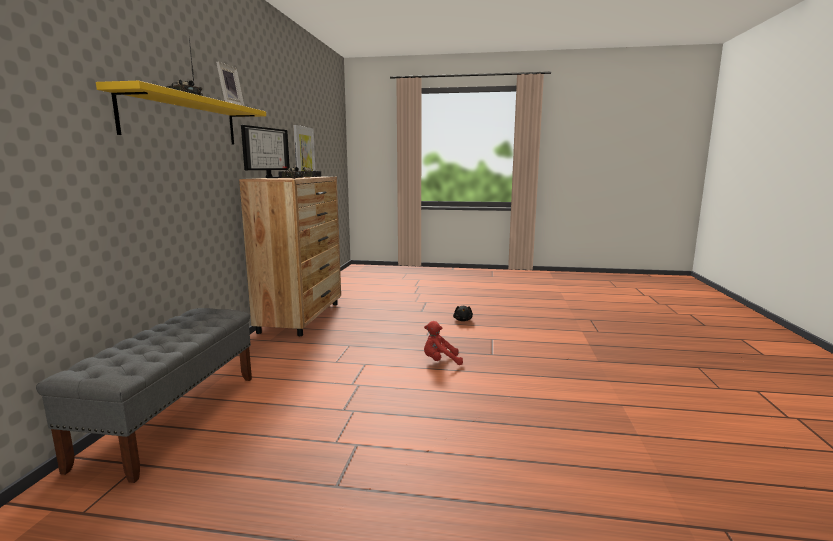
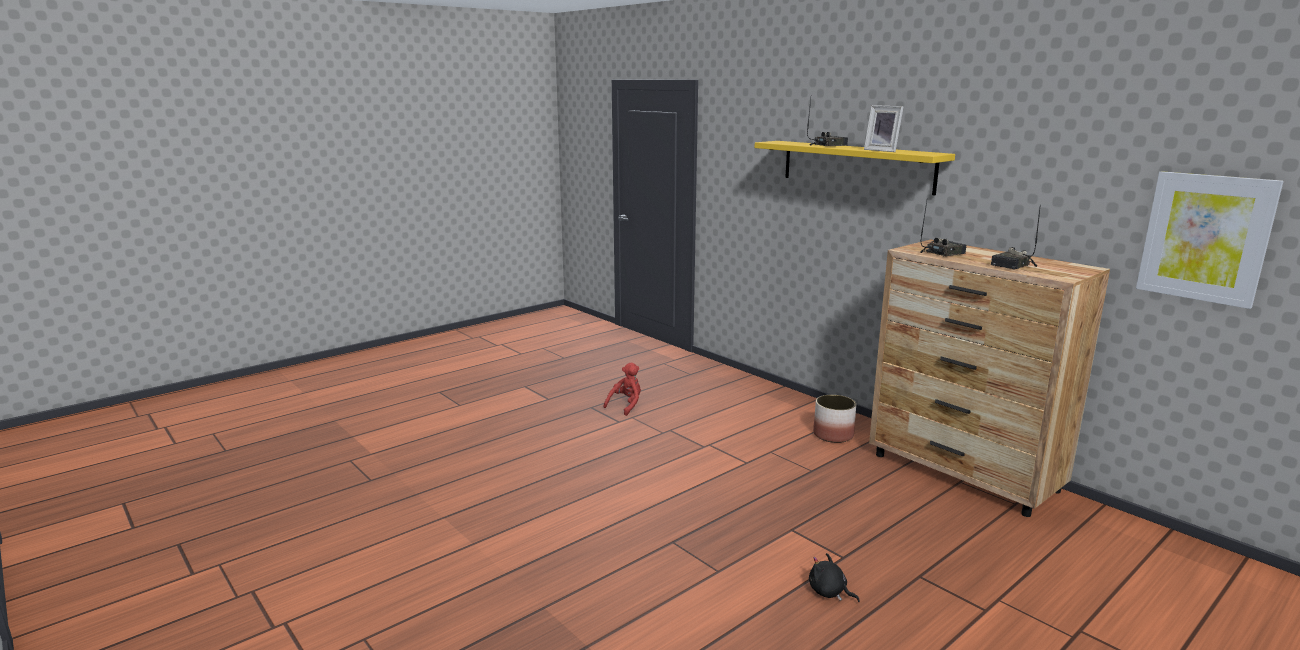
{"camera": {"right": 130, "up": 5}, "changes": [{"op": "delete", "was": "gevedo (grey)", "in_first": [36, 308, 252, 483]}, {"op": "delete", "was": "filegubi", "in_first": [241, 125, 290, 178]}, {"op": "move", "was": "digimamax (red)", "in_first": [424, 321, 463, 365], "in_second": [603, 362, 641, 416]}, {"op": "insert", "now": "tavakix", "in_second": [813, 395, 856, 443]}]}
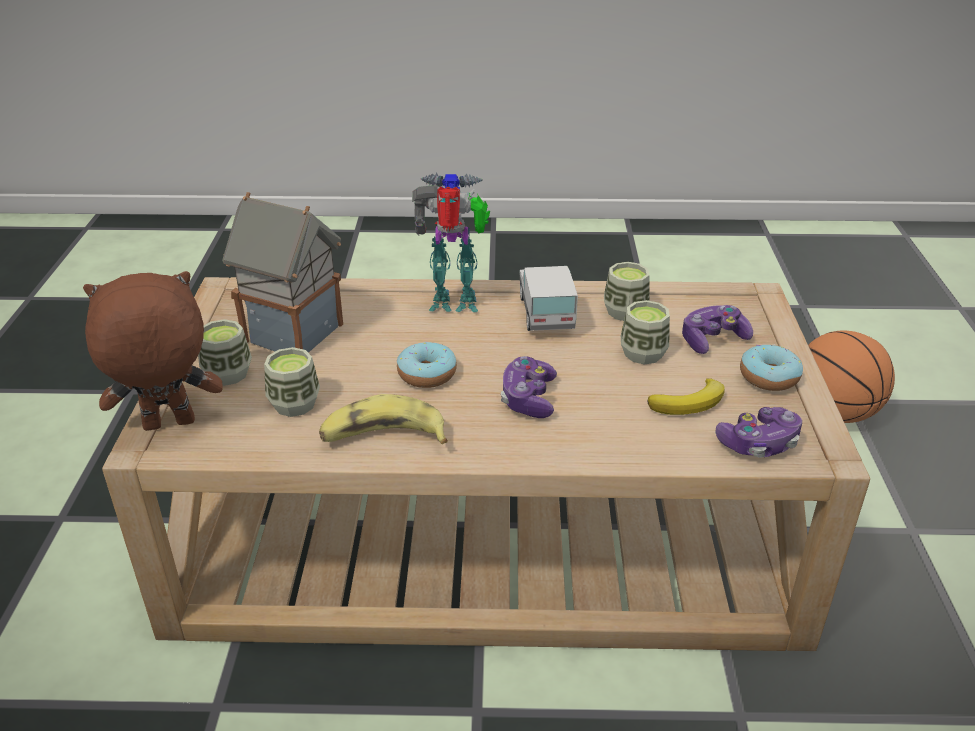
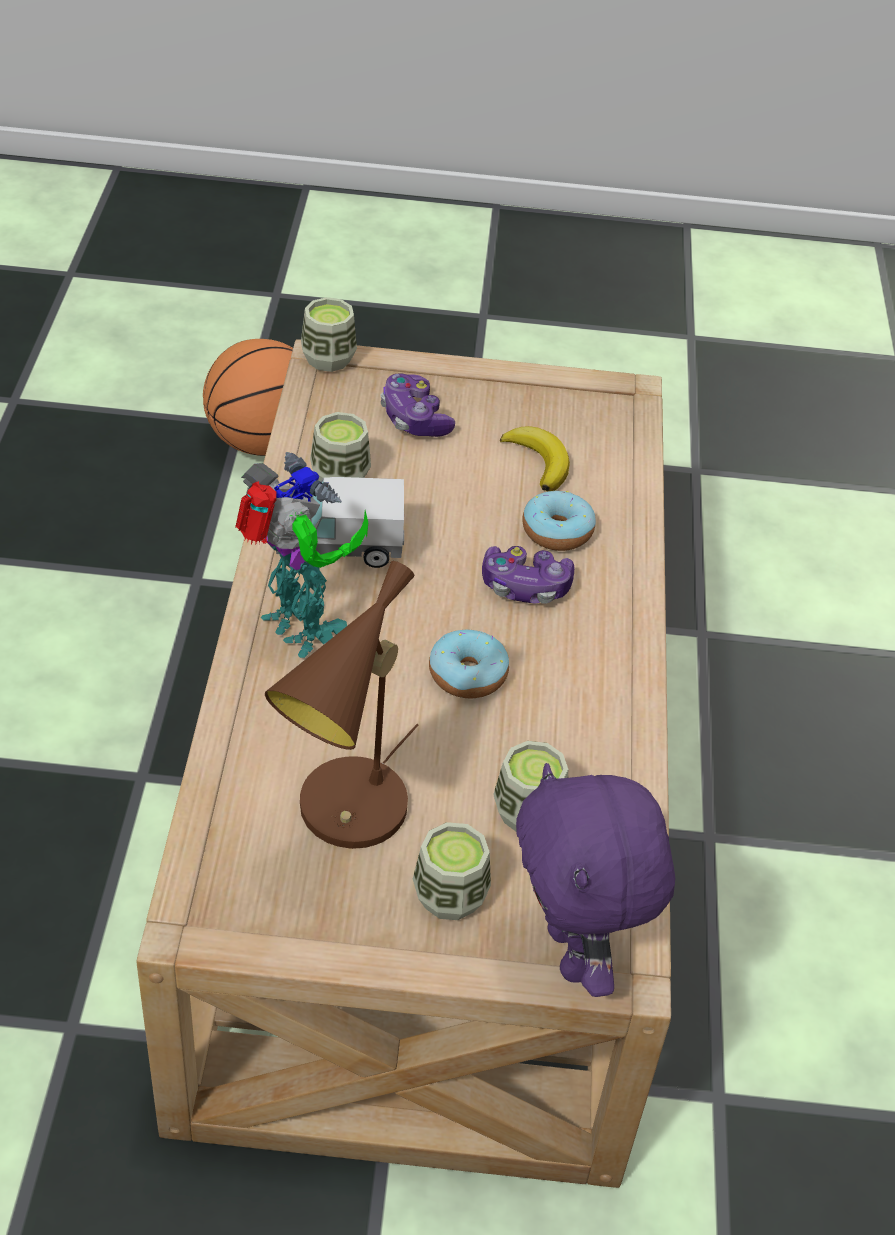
{"camera": {"right": -90, "up": 10}, "changes": [{"op": "recolor", "was": "digimamax (brown)", "now": "digimamax (purple)", "in_first": [83, 271, 223, 431], "in_second": [516, 763, 675, 997]}, {"op": "replace", "was": "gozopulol", "now": "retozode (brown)", "in_first": [222, 192, 343, 353], "in_second": [265, 561, 418, 849]}, {"op": "delete", "was": "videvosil", "in_first": [319, 394, 448, 444]}, {"op": "rotate", "was": "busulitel", "in_first": [412, 173, 490, 312], "in_second": [235, 452, 368, 658], "clockwise": 135}, {"op": "move", "was": "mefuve", "in_first": [621, 300, 670, 364], "in_second": [301, 297, 357, 372]}, {"op": "delete", "was": "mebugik", "in_first": [715, 407, 802, 458]}, {"op": "move", "was": "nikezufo", "in_first": [740, 344, 803, 391], "in_second": [522, 491, 596, 551]}]}
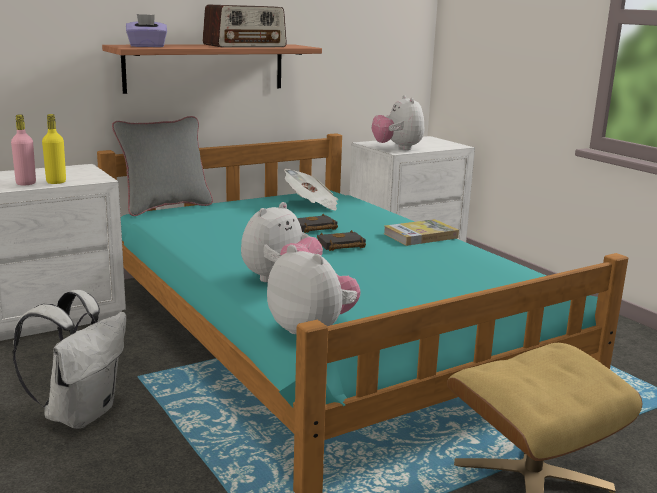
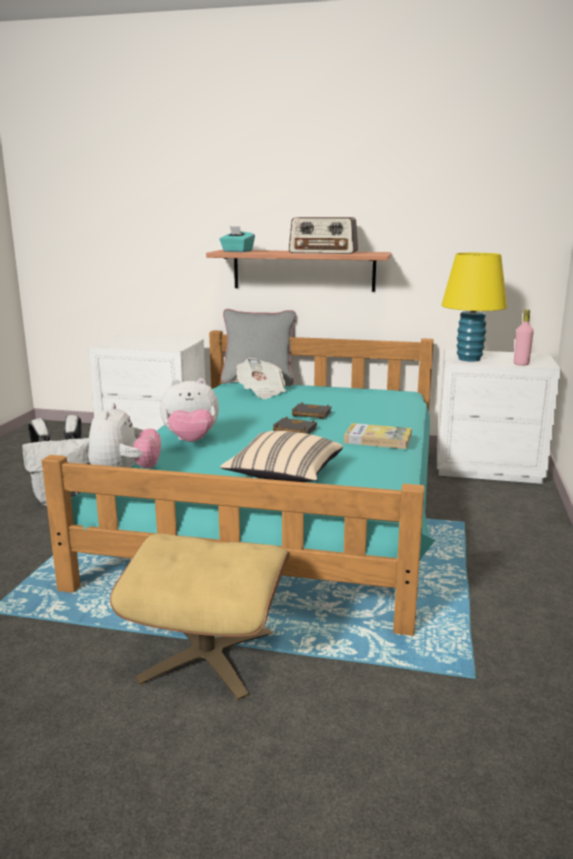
{"camera": {"right": 45, "up": 0}, "changes": [{"op": "move", "was": "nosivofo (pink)", "in_first": [11, 115, 36, 185], "in_second": [514, 309, 534, 366]}, {"op": "delete", "was": "nosivofo (yellow)", "in_first": [42, 114, 66, 184]}, {"op": "recolor", "was": "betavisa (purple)", "now": "betavisa (turquoise)", "in_first": [126, 14, 167, 47], "in_second": [219, 226, 255, 252]}, {"op": "move", "was": "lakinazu", "in_first": [284, 169, 338, 211], "in_second": [236, 358, 286, 399]}, {"op": "replace", "was": "digimamax", "now": "retozode (yellow)", "in_first": [372, 95, 424, 150], "in_second": [441, 253, 507, 362]}, {"op": "insert", "now": "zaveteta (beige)", "in_second": [220, 431, 343, 482]}]}
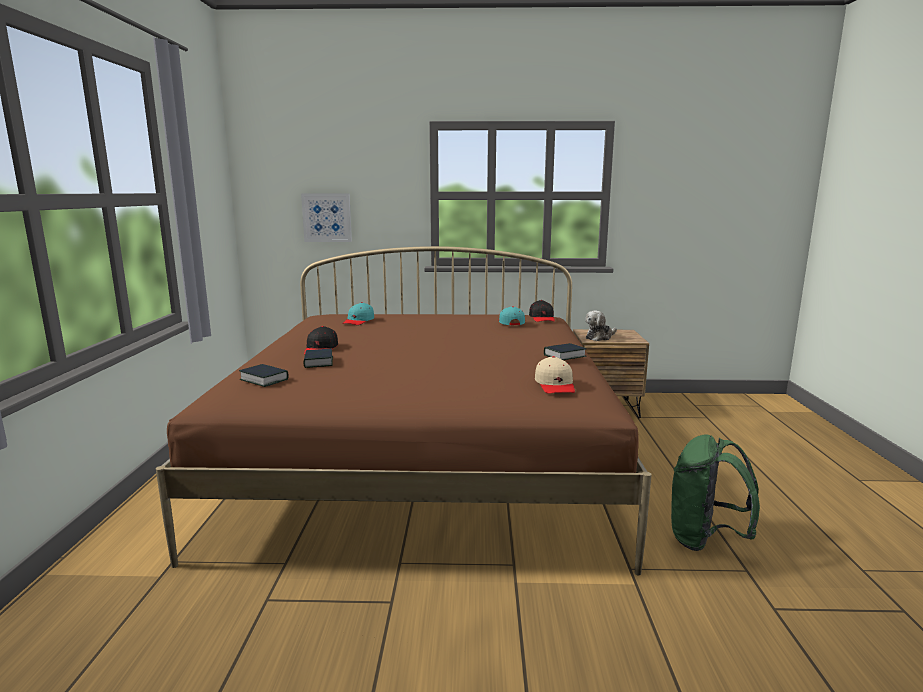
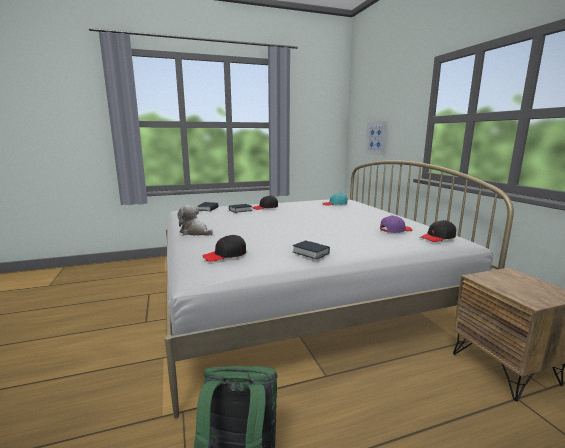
{"camera": {"right": 70, "up": 0}, "changes": [{"op": "recolor", "was": "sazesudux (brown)", "now": "sazesudux (white)", "in_first": [156, 246, 652, 576], "in_second": [165, 160, 514, 418]}, {"op": "recolor", "was": "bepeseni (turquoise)", "now": "bepeseni (purple)", "in_first": [499, 307, 525, 325], "in_second": [380, 215, 413, 233]}, {"op": "recolor", "was": "bepeseni (beige)", "now": "bepeseni (black)", "in_first": [535, 356, 575, 394], "in_second": [203, 235, 246, 262]}, {"op": "move", "was": "digimamax", "in_first": [585, 310, 617, 341], "in_second": [177, 205, 213, 236]}]}
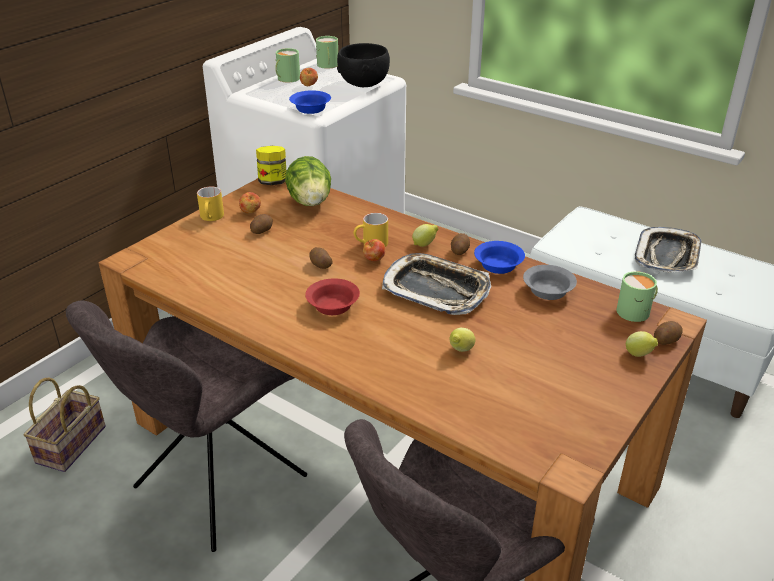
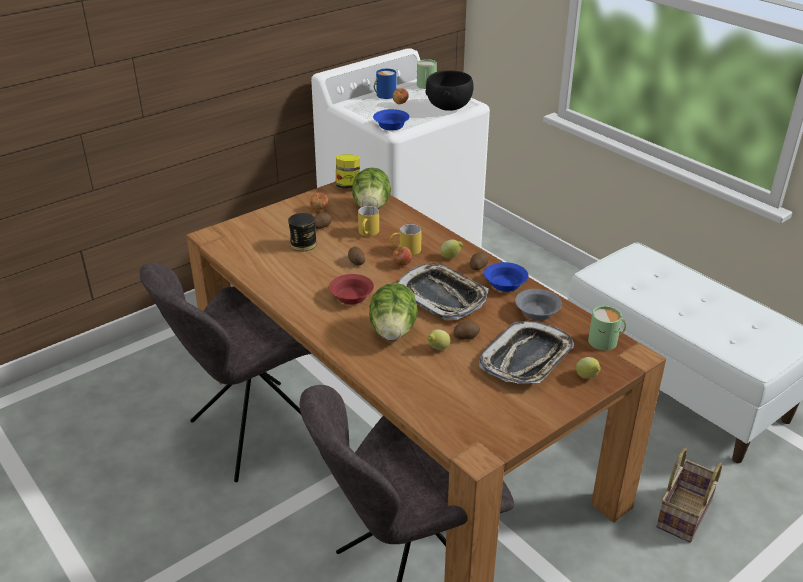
{"camera": {"right": 15, "up": 0}, "changes": [{"op": "move", "was": "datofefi", "in_first": [24, 378, 106, 472], "in_second": [656, 448, 722, 543]}, {"op": "move", "was": "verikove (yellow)", "in_first": [197, 187, 224, 221], "in_second": [358, 206, 379, 236]}, {"op": "recolor", "was": "verikove (green)", "now": "verikove (blue)", "in_first": [275, 48, 300, 83], "in_second": [374, 69, 397, 99]}, {"op": "move", "was": "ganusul", "in_first": [635, 227, 702, 273], "in_second": [479, 321, 574, 383]}, {"op": "move", "was": "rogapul", "in_first": [654, 321, 683, 345], "in_second": [453, 321, 480, 340]}, {"op": "insert", "now": "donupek", "in_second": [288, 213, 317, 251]}, {"op": "insert", "now": "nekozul", "in_second": [369, 283, 418, 341]}]}
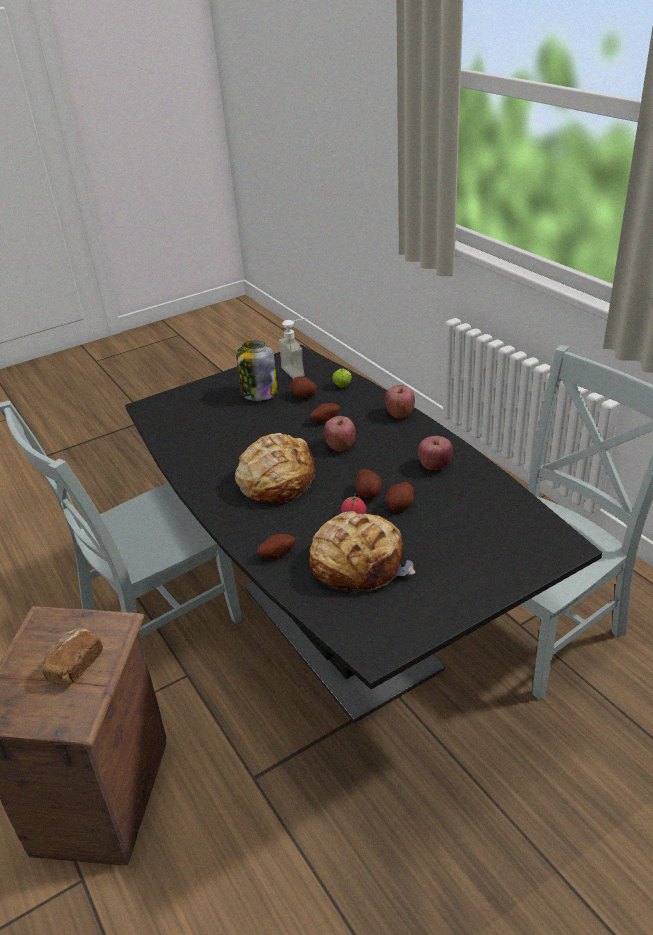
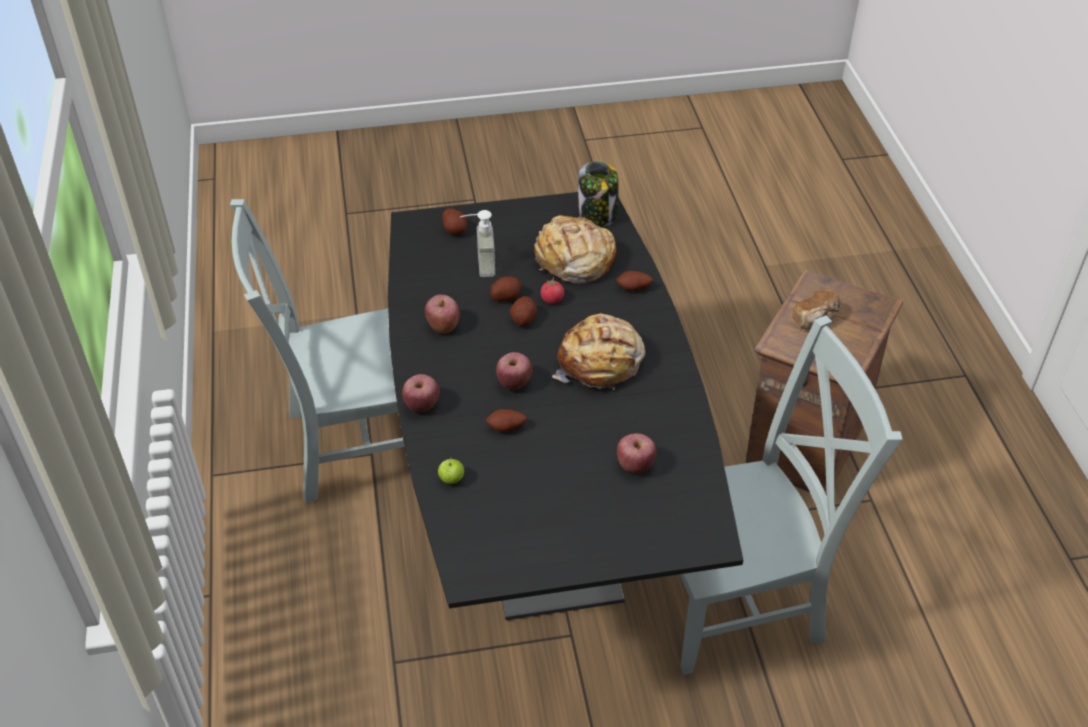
{"camera": {"right": -160, "up": 10}, "changes": [{"op": "move", "was": "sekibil", "in_first": [236, 340, 277, 401], "in_second": [578, 160, 619, 227]}, {"op": "move", "was": "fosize", "in_first": [278, 318, 306, 379], "in_second": [460, 210, 495, 277]}, {"op": "move", "was": "rogapul", "in_first": [290, 377, 317, 398], "in_second": [442, 208, 467, 234]}, {"op": "insert", "now": "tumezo", "in_second": [617, 433, 657, 473]}]}
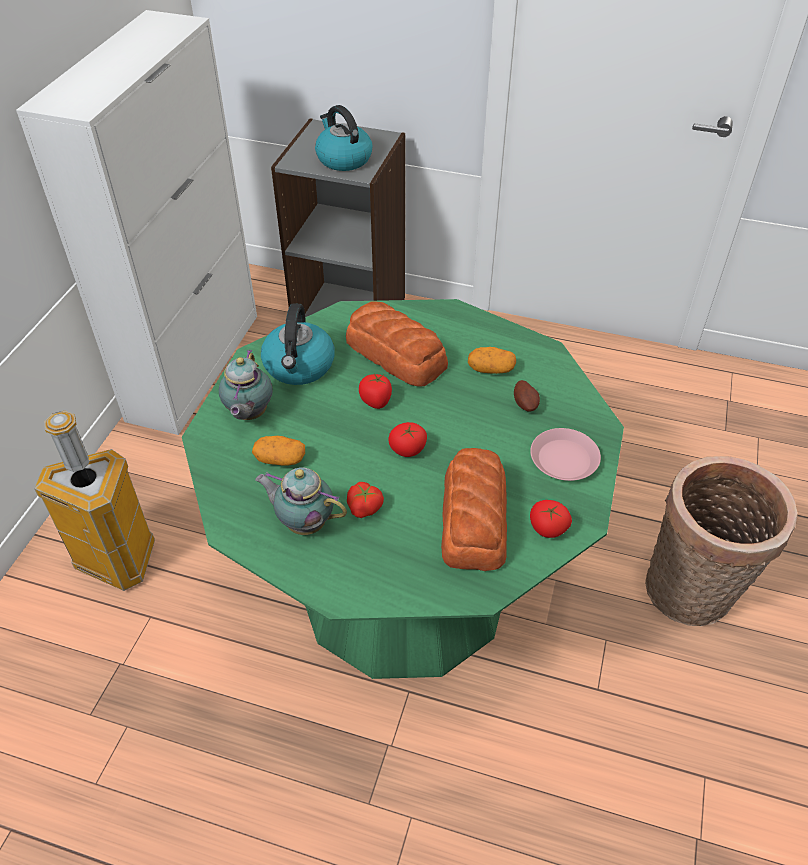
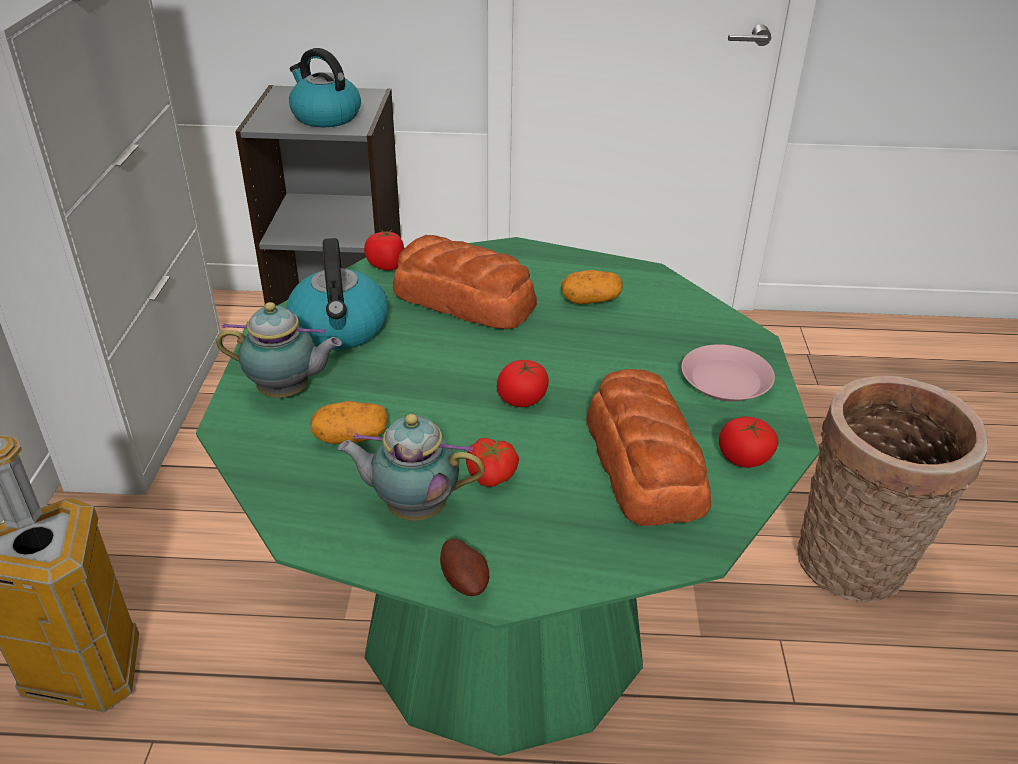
{"camera": {"right": -15, "up": -10}, "changes": [{"op": "rotate", "was": "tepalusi", "in_first": [219, 349, 273, 420], "in_second": [216, 302, 342, 398], "clockwise": -75}, {"op": "move", "was": "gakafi", "in_first": [359, 373, 392, 409], "in_second": [364, 229, 404, 271]}, {"op": "move", "was": "rogapul", "in_first": [514, 380, 540, 412], "in_second": [440, 539, 489, 596]}]}
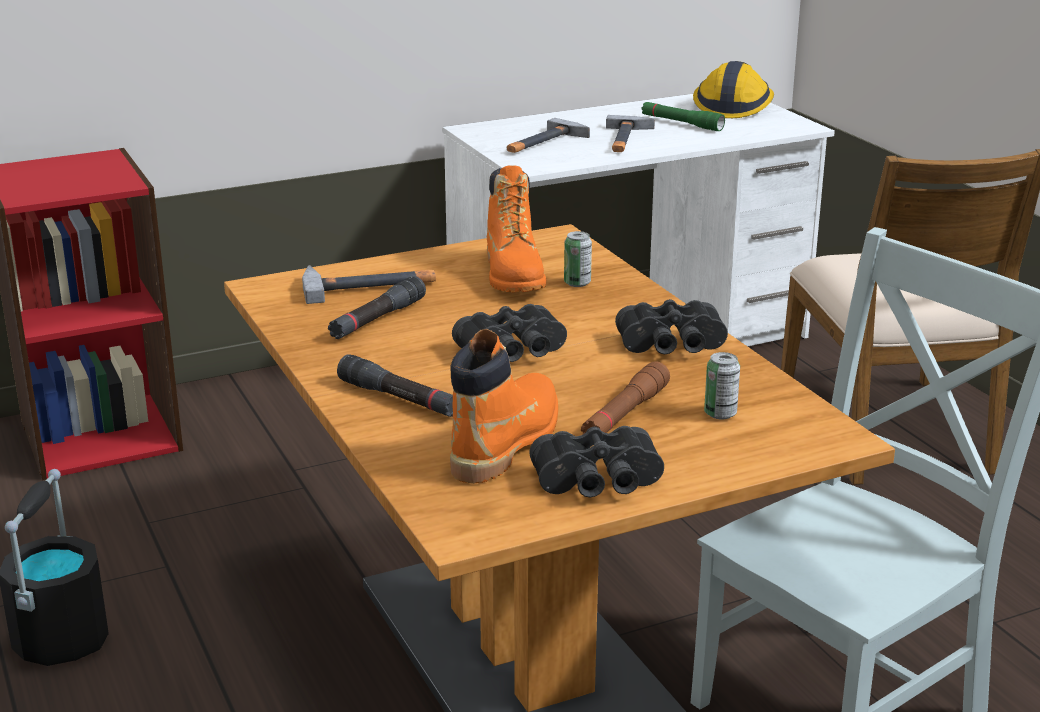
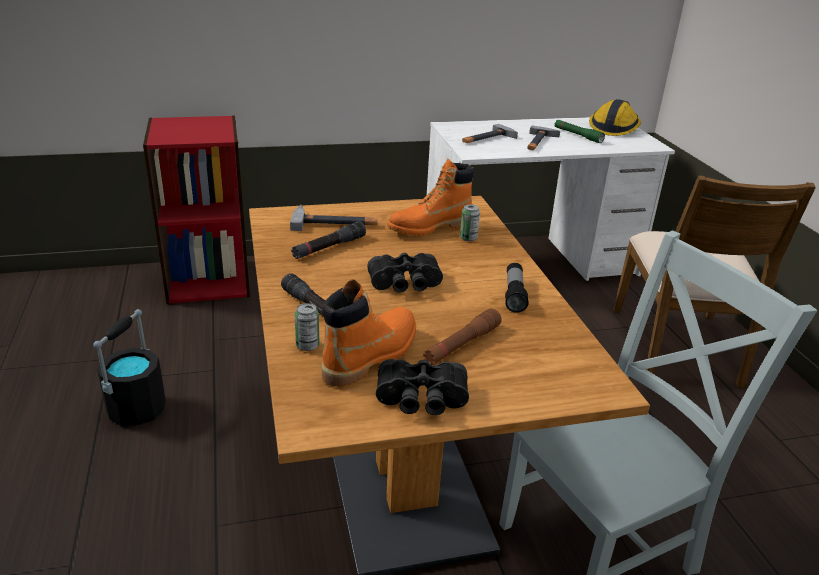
{"camera": {"right": 10, "up": 5}, "changes": [{"op": "rotate", "was": "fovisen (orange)", "in_first": [487, 165, 546, 292], "in_second": [387, 159, 474, 236], "clockwise": 60}, {"op": "replace", "was": "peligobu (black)", "now": "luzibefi", "in_first": [615, 299, 728, 355], "in_second": [505, 263, 529, 313]}, {"op": "move", "was": "donupek", "in_first": [704, 352, 740, 420], "in_second": [294, 303, 319, 351]}]}
